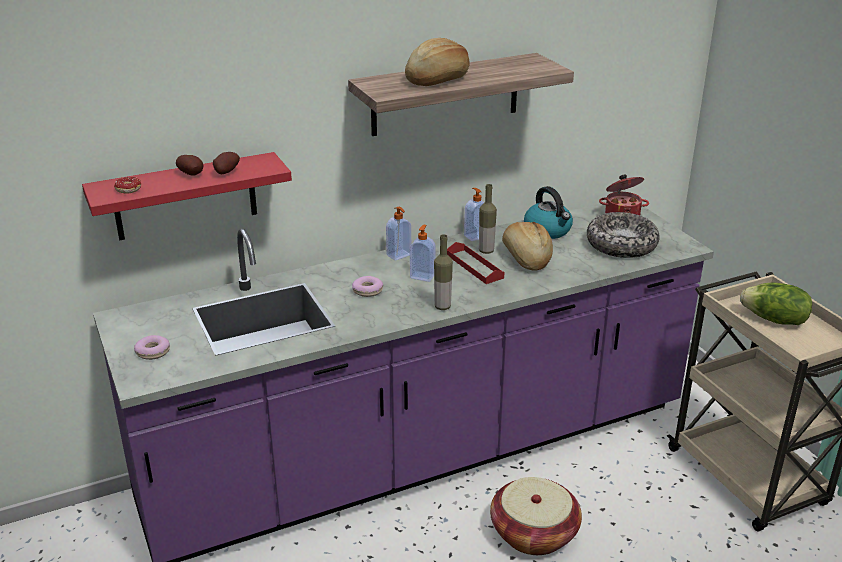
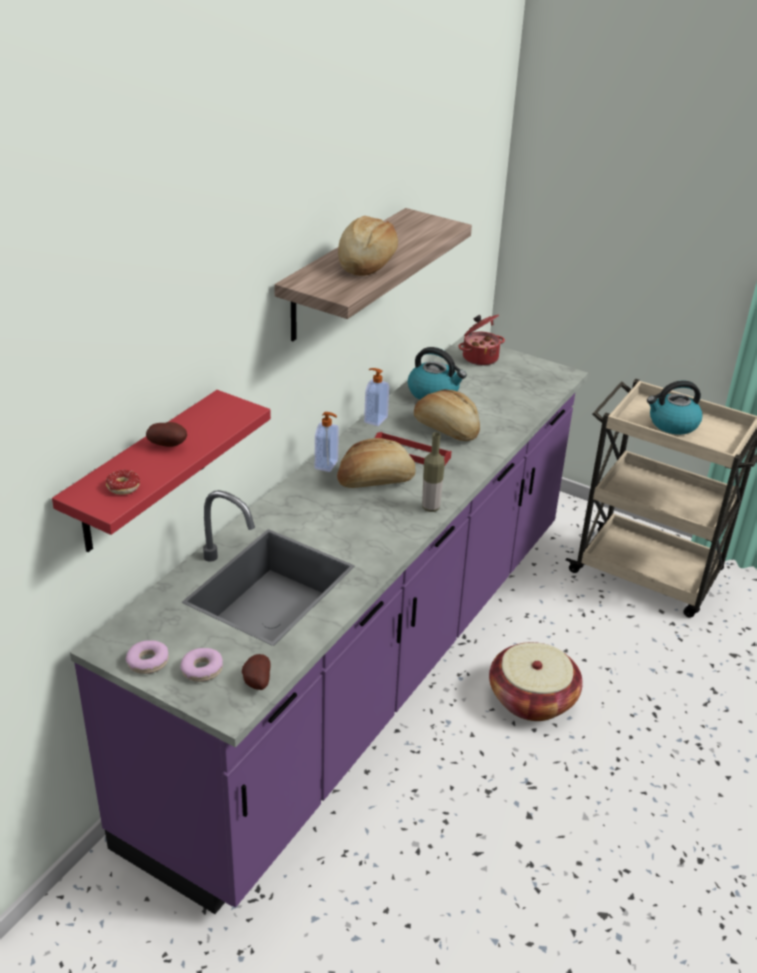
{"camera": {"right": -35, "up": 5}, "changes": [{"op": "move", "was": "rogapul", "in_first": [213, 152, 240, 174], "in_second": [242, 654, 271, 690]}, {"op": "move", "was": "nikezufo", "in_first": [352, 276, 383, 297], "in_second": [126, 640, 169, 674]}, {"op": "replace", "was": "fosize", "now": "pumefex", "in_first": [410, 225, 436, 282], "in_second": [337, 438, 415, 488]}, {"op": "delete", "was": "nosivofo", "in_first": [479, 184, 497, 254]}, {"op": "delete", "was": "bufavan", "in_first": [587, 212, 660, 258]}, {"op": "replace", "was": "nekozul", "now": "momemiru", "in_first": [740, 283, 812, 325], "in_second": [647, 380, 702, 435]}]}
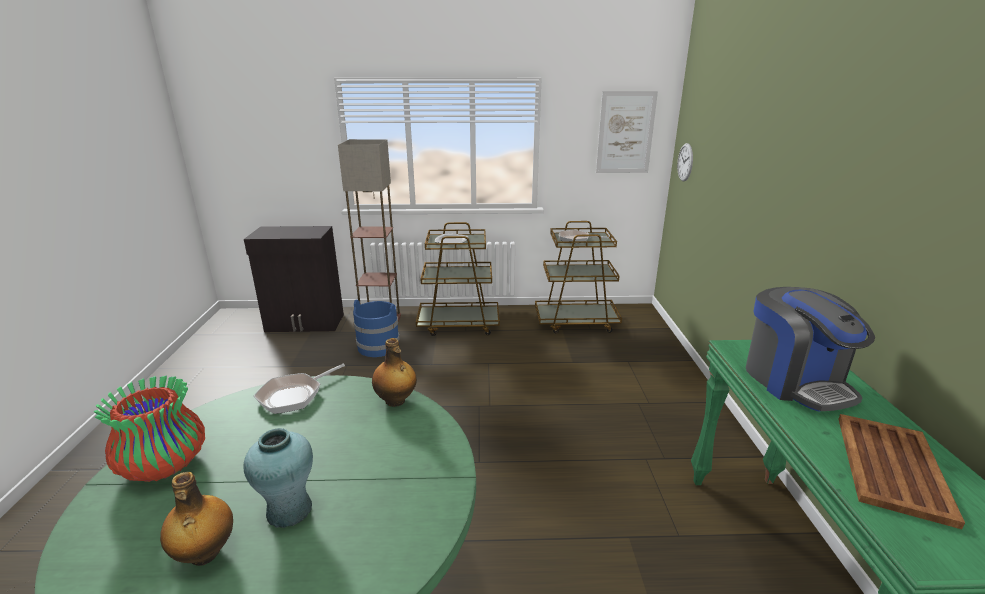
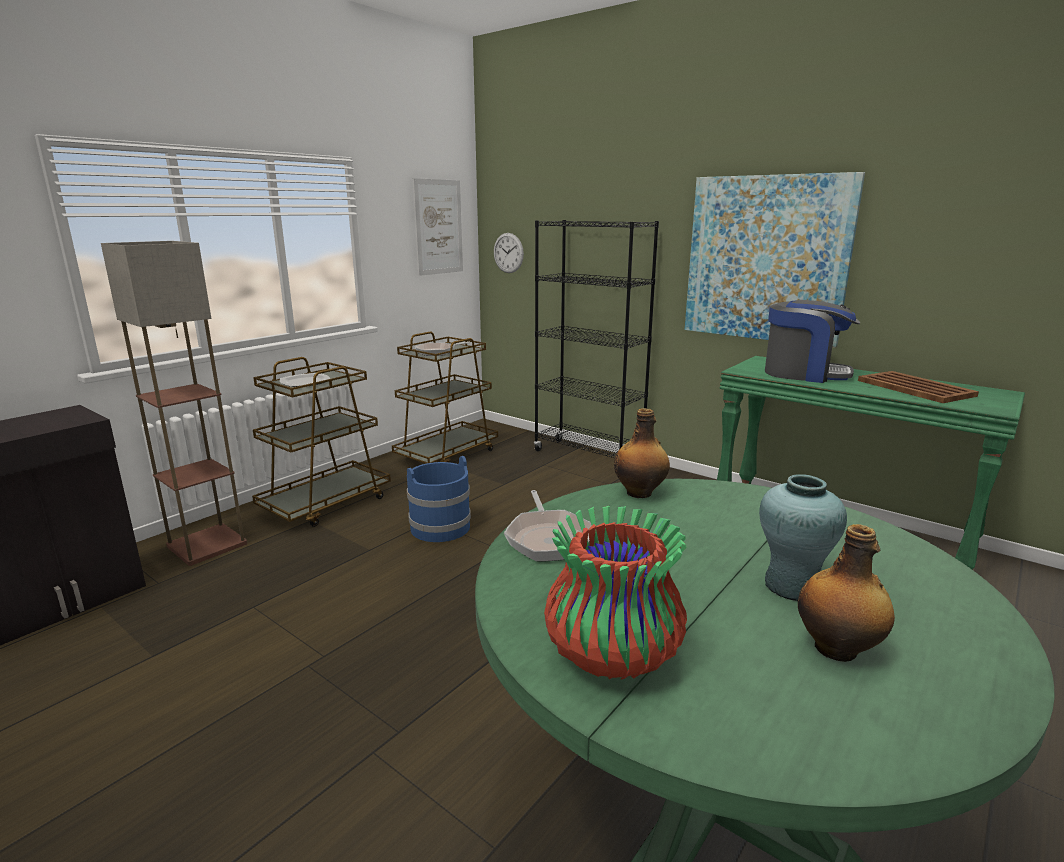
{"camera": {"right": -50, "up": -5}, "changes": [{"op": "move", "was": "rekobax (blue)", "in_first": [353, 299, 399, 357], "in_second": [407, 456, 471, 542]}, {"op": "insert", "now": "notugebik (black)", "in_second": [534, 220, 659, 458]}, {"op": "insert", "now": "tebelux", "in_second": [685, 172, 865, 348]}]}
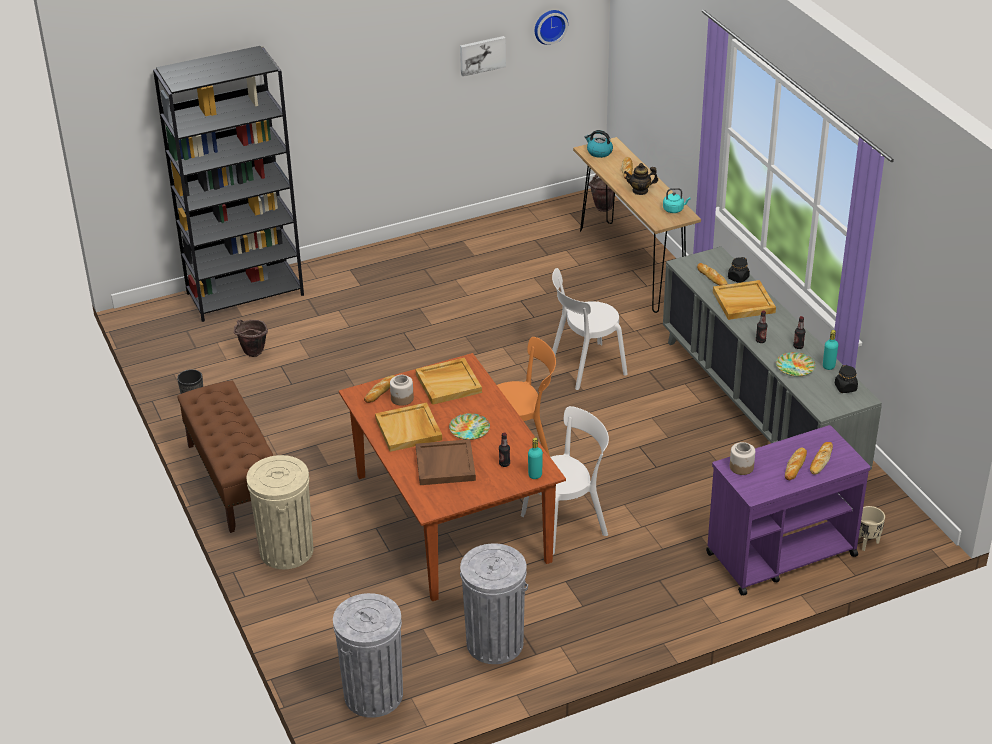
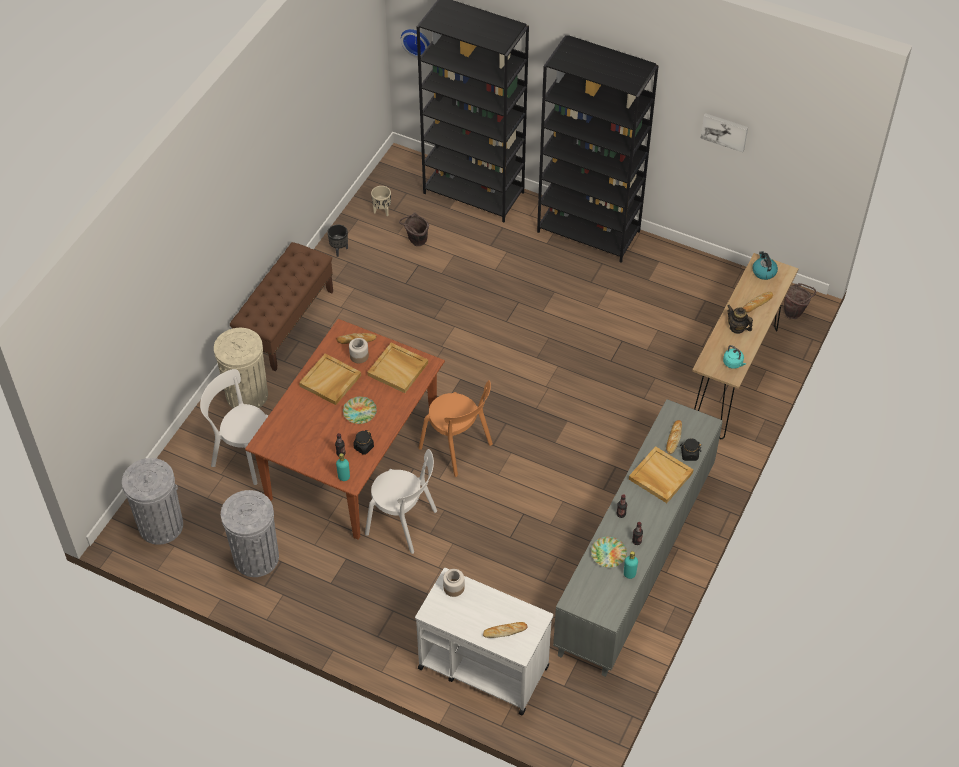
{"camera": {"right": 50, "up": 15}, "changes": [{"op": "delete", "was": "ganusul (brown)", "in_first": [416, 439, 476, 485]}, {"op": "move", "was": "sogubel", "in_first": [535, 10, 568, 45], "in_second": [401, 29, 430, 58]}, {"op": "move", "was": "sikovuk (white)", "in_first": [552, 268, 628, 390], "in_second": [200, 369, 269, 485]}, {"op": "recolor", "was": "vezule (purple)", "now": "vezule (white)", "in_first": [706, 425, 871, 595], "in_second": [415, 568, 553, 716]}, {"op": "delete", "was": "pumefex", "in_first": [785, 448, 807, 480]}, {"op": "move", "was": "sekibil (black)", "in_first": [835, 365, 858, 393], "in_second": [353, 430, 374, 455]}, {"op": "move", "was": "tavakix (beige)", "in_first": [859, 506, 885, 551], "in_second": [371, 186, 391, 216]}, {"op": "insert", "now": "notugebik (black)", "in_second": [537, 35, 659, 263]}]}
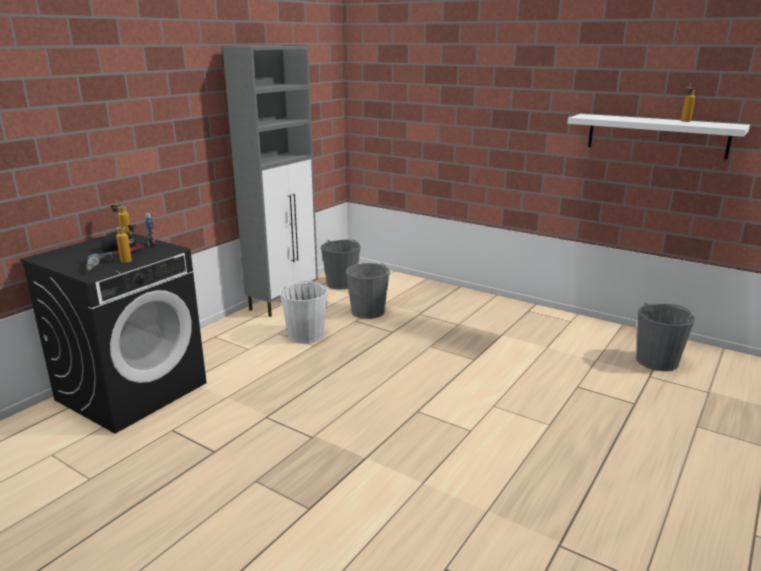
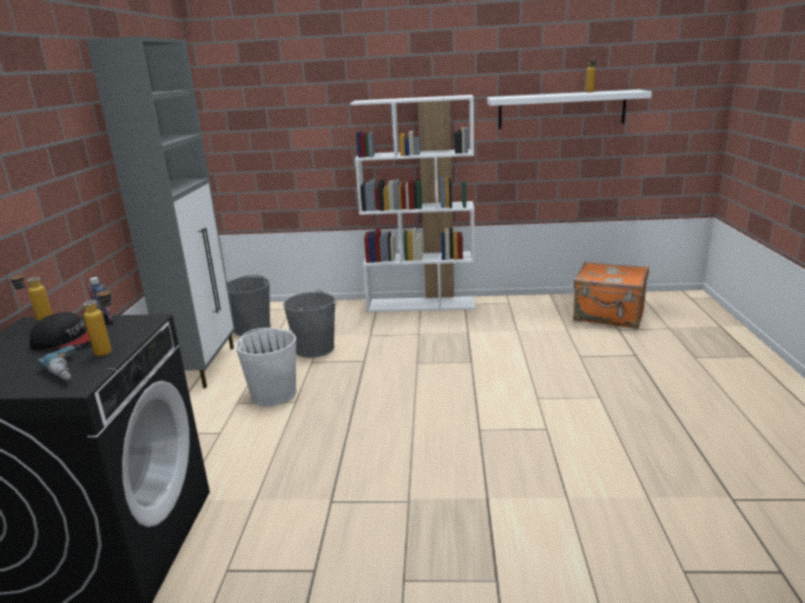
{"camera": {"right": -30, "up": 0}, "changes": [{"op": "replace", "was": "rekobax (grey)", "now": "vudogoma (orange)", "in_first": [636, 303, 695, 371], "in_second": [573, 261, 649, 329]}, {"op": "insert", "now": "notugebik (white)", "in_second": [350, 95, 475, 312]}]}
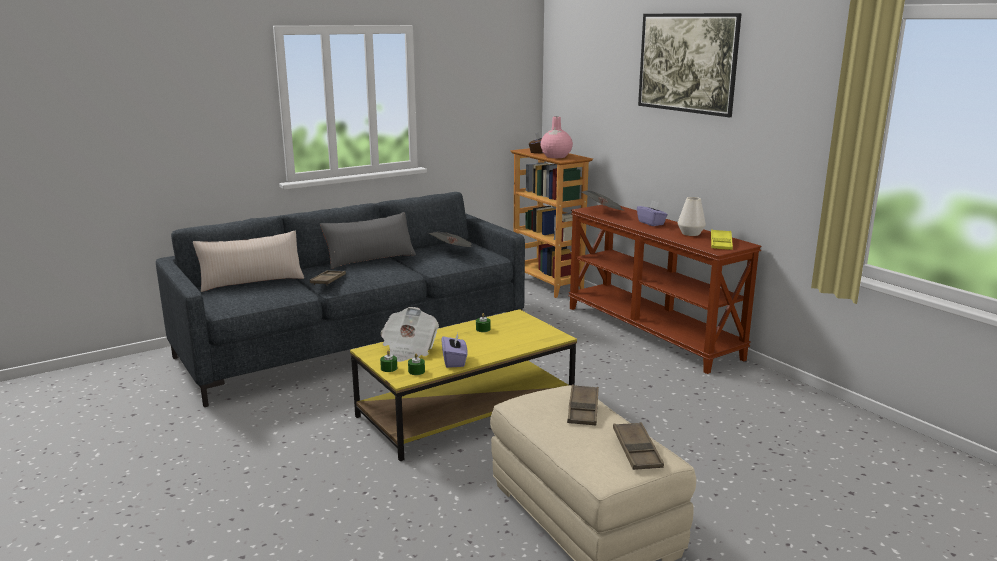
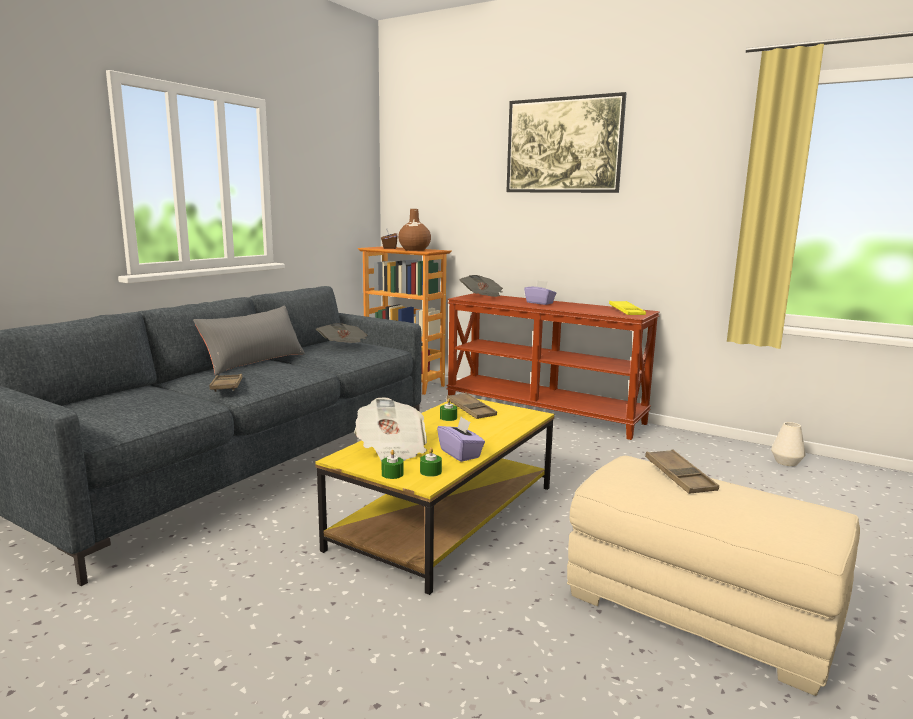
{"camera": {"right": -25, "up": -5}, "changes": [{"op": "delete", "was": "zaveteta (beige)", "in_first": [193, 231, 304, 292]}, {"op": "recolor", "was": "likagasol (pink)", "now": "likagasol (brown)", "in_first": [541, 116, 573, 158], "in_second": [398, 209, 431, 251]}, {"op": "move", "was": "ganusul (brown)", "in_first": [613, 422, 664, 470], "in_second": [447, 393, 497, 419]}, {"op": "move", "was": "likagasol (white)", "in_first": [678, 197, 706, 236], "in_second": [771, 422, 806, 466]}]}
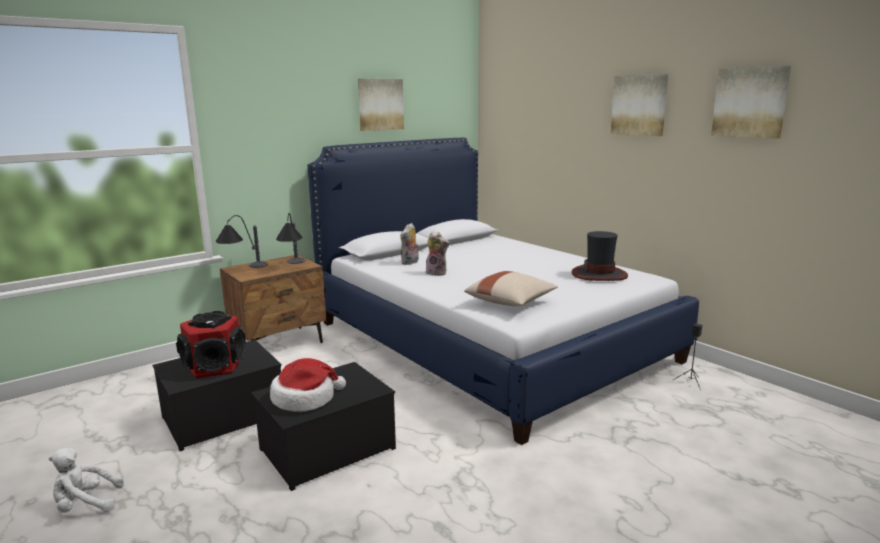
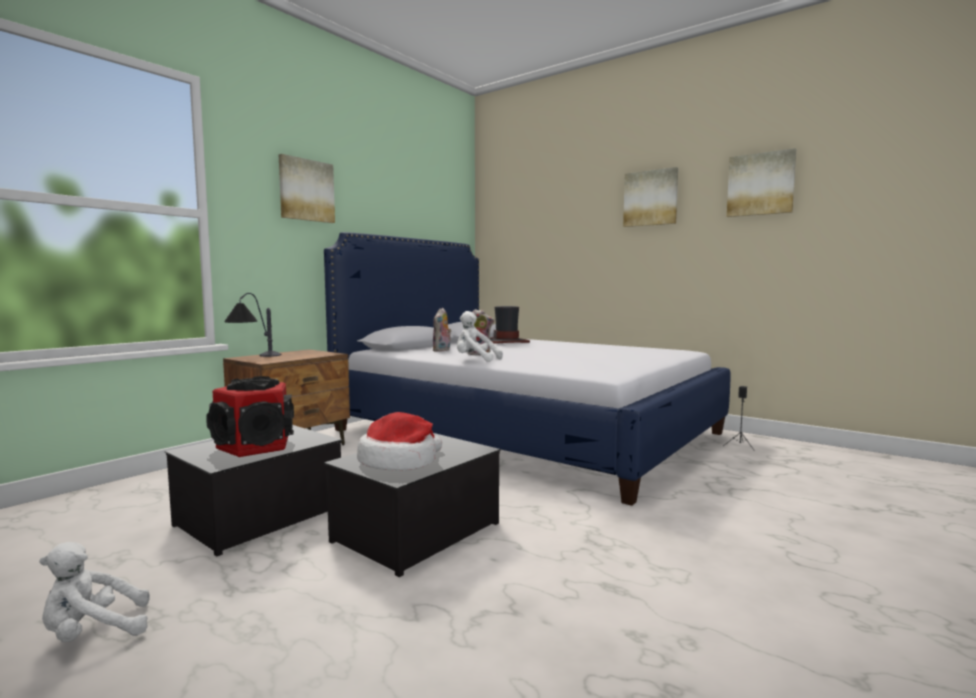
{"camera": {"right": -15, "up": -10}, "changes": [{"op": "delete", "was": "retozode", "in_first": [276, 213, 305, 264]}, {"op": "move", "was": "tebelux", "in_first": [358, 78, 404, 131], "in_second": [279, 154, 335, 223]}, {"op": "delete", "was": "zaveteta (beige)", "in_first": [464, 271, 558, 306]}, {"op": "move", "was": "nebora", "in_first": [572, 231, 628, 281], "in_second": [490, 306, 530, 344]}, {"op": "insert", "now": "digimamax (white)", "in_second": [457, 311, 503, 362]}]}
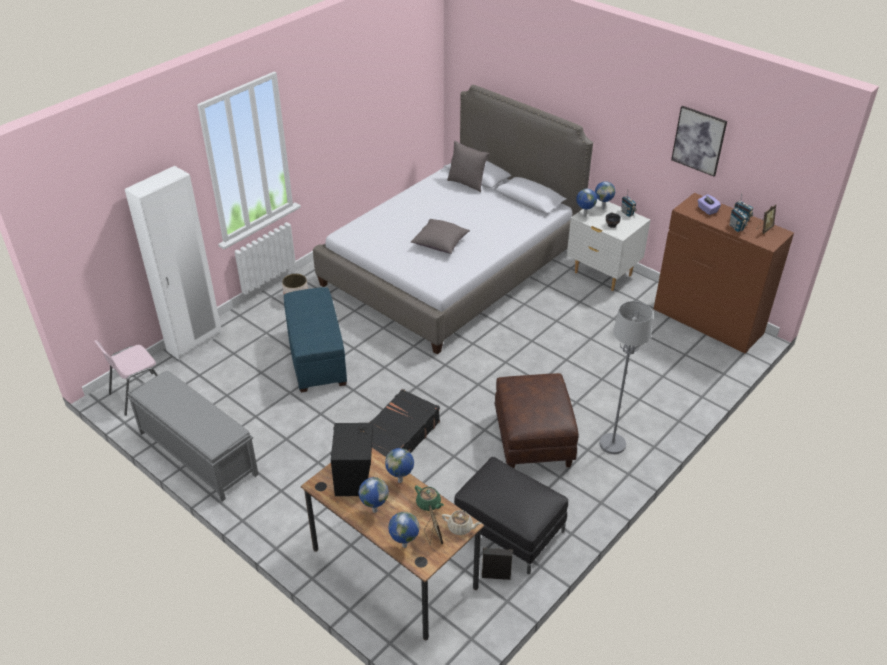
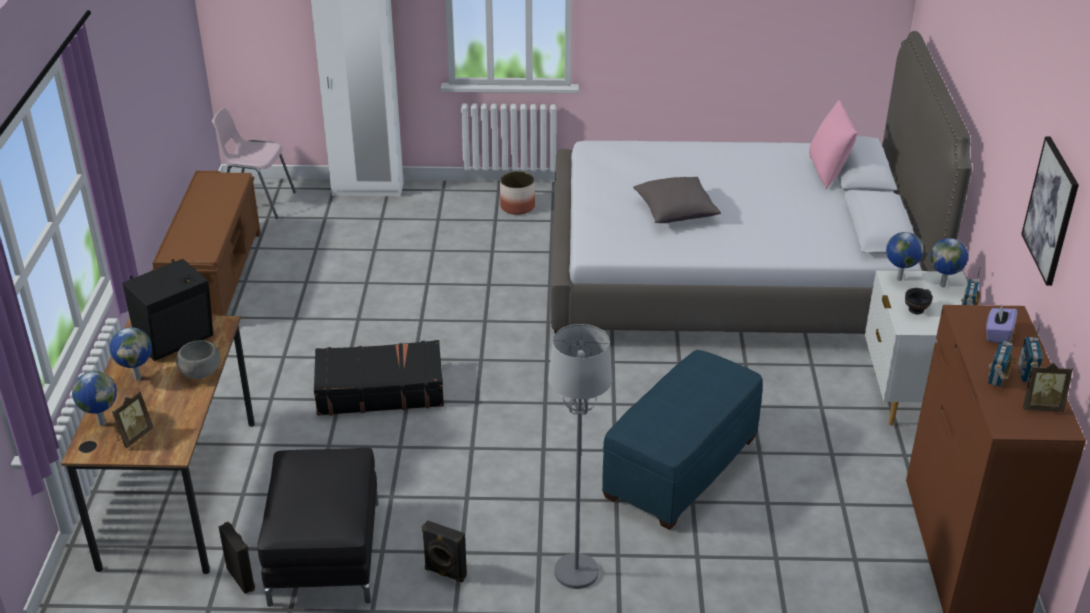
{"camera": {"right": 50, "up": -5}, "changes": [{"op": "recolor", "was": "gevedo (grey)", "now": "gevedo (brown)", "in_first": [127, 371, 259, 502], "in_second": [152, 171, 261, 316]}, {"op": "move", "was": "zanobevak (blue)", "in_first": [284, 287, 347, 393], "in_second": [602, 350, 763, 530]}, {"op": "replace", "was": "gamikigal", "now": "bufavan (grey)", "in_first": [385, 448, 414, 483], "in_second": [176, 340, 220, 379]}, {"op": "delete", "was": "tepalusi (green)", "in_first": [415, 485, 444, 511]}, {"op": "delete", "was": "tepalusi (beige)", "in_first": [442, 510, 481, 535]}, {"op": "recolor", "was": "zaveteta (grey)", "now": "zaveteta (pink)", "in_first": [447, 141, 489, 193], "in_second": [809, 100, 857, 189]}, {"op": "delete", "was": "zanobevak (brown)", "in_first": [494, 373, 579, 468]}, {"op": "insert", "now": "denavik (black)", "in_second": [422, 520, 467, 583]}]}
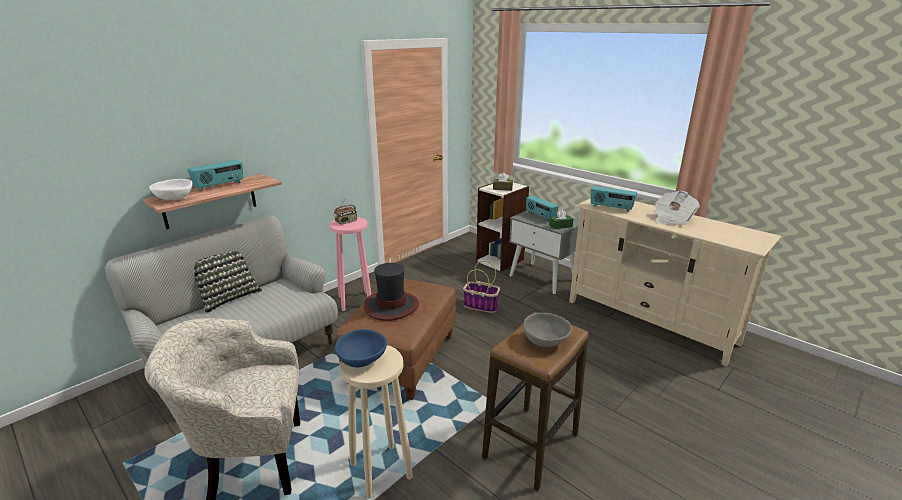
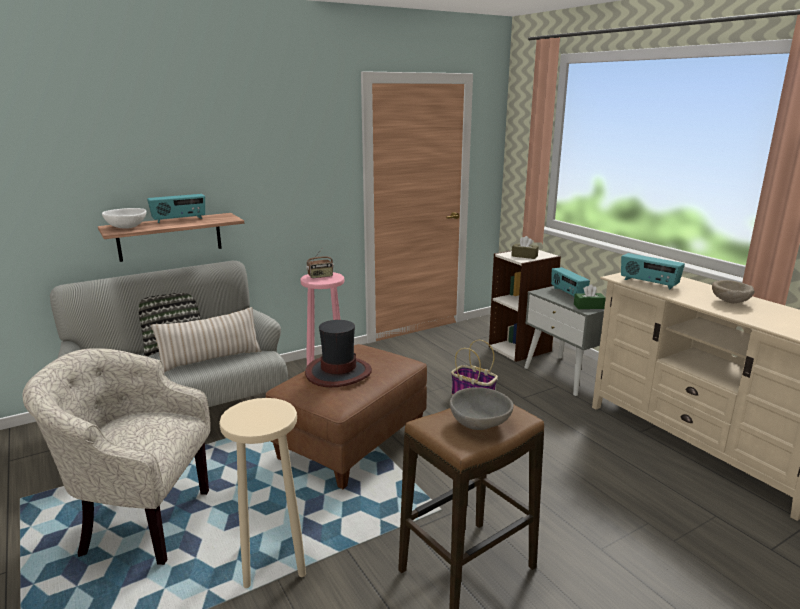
{"camera": {"right": 15, "up": -5}, "changes": [{"op": "delete", "was": "bufavan (blue)", "in_first": [335, 329, 387, 367]}, {"op": "replace", "was": "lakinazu", "now": "bufavan (beige)", "in_first": [654, 191, 700, 225], "in_second": [712, 280, 754, 303]}, {"op": "insert", "now": "zaveteta (beige)", "in_second": [151, 307, 261, 372]}]}
